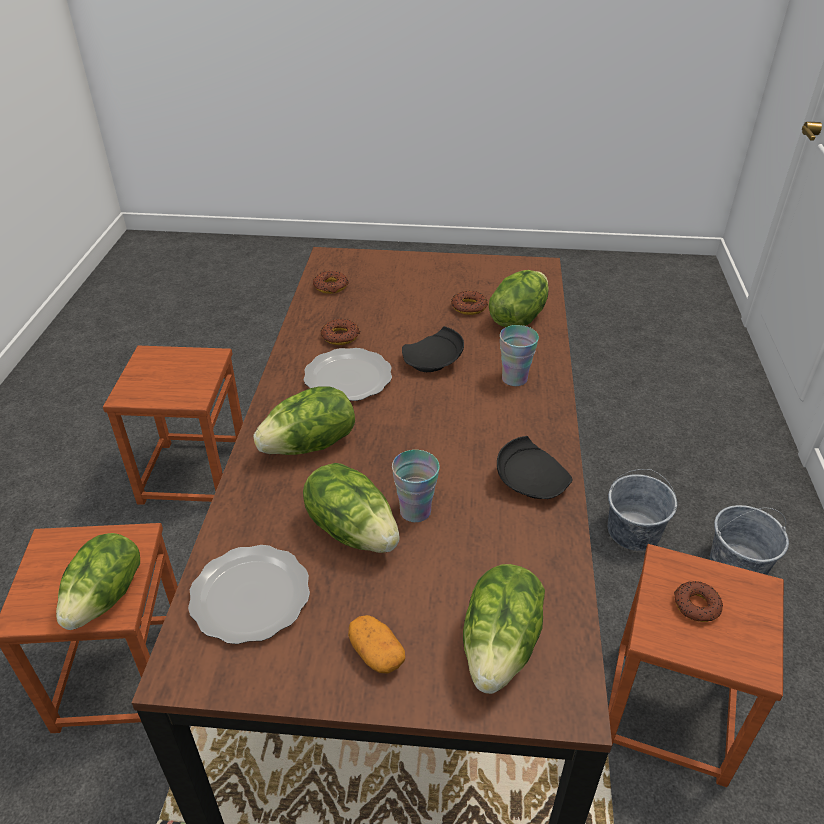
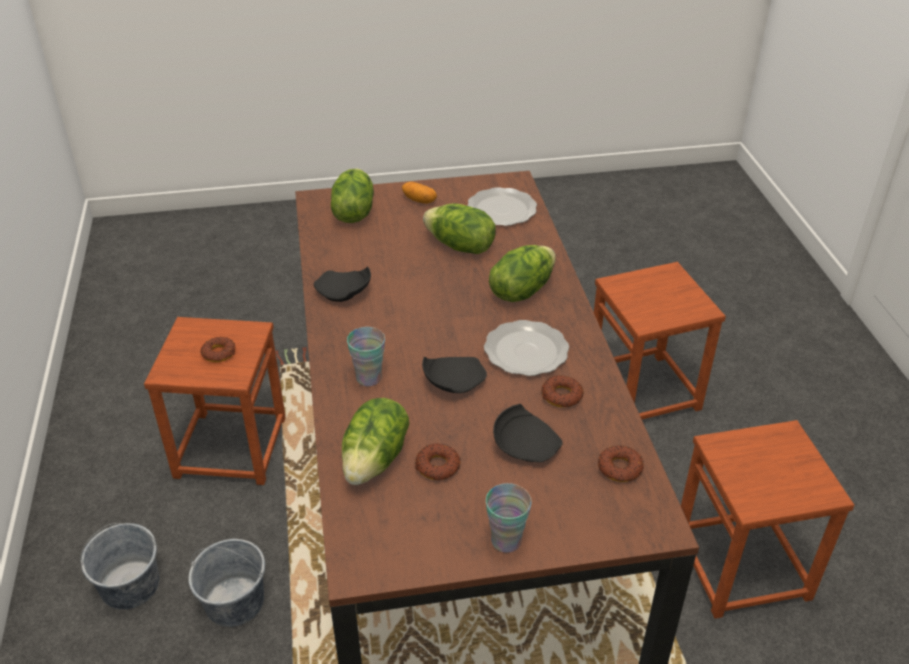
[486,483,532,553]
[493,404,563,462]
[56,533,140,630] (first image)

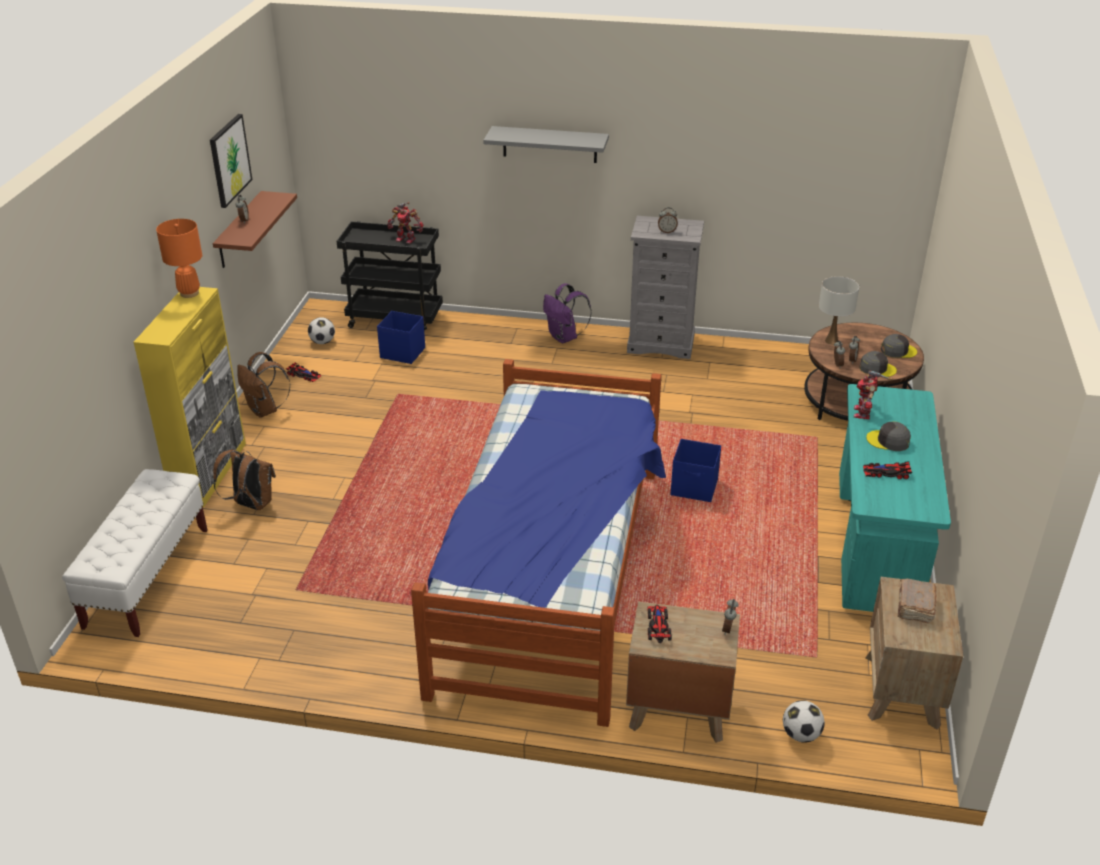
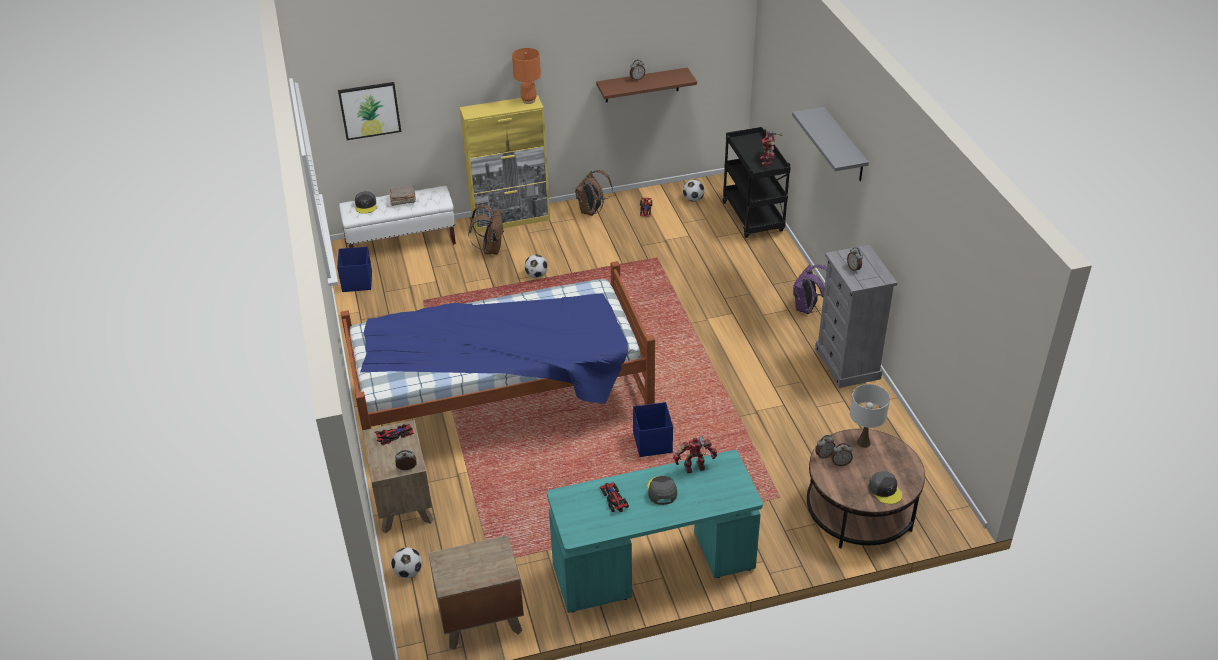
[337,246,372,292]
[338,82,401,140]
[355,191,377,214]
[389,186,416,206]
[524,254,548,278]

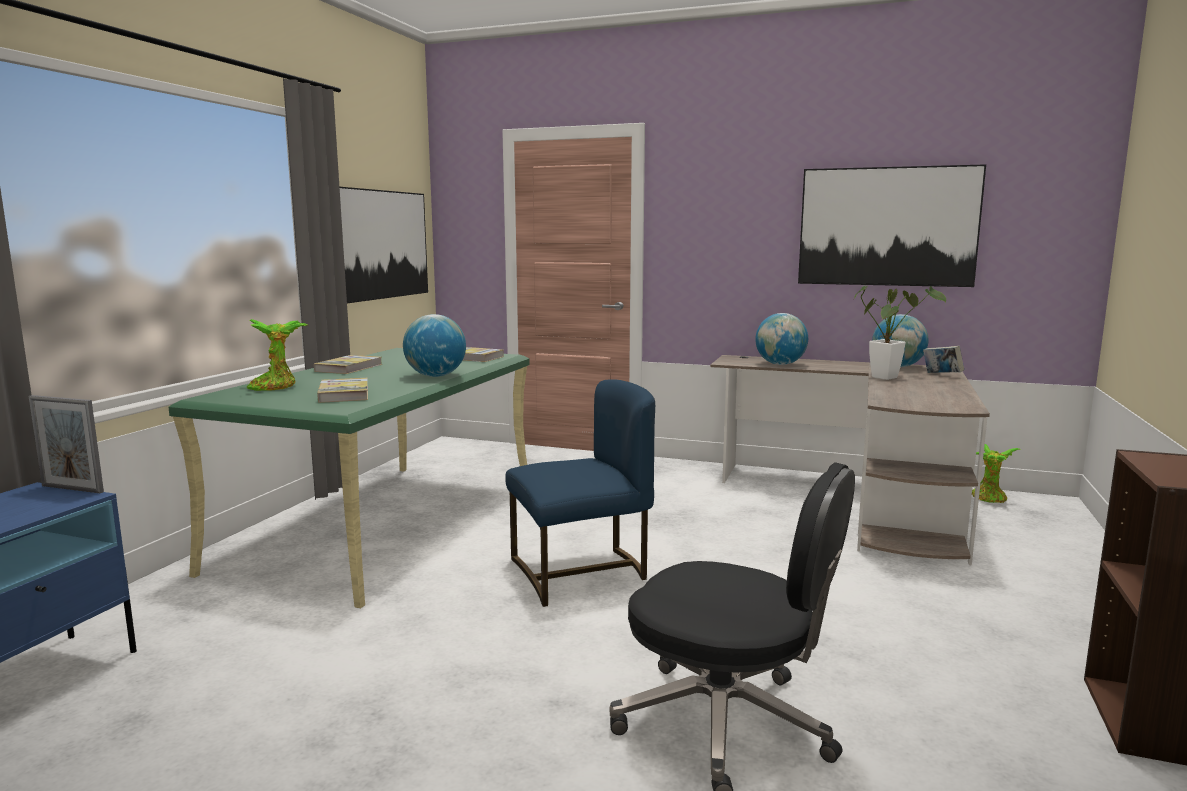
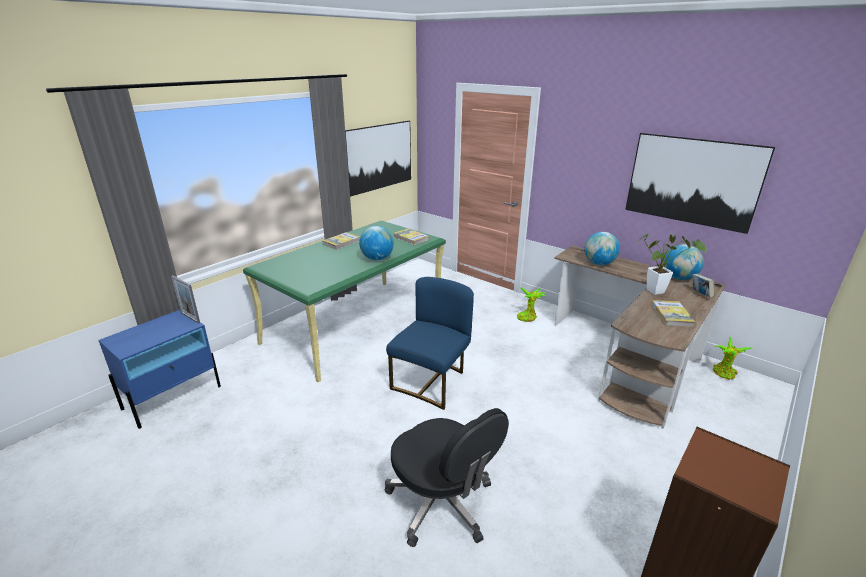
[386,277,474,410]
[517,287,545,322]
[651,300,695,327]

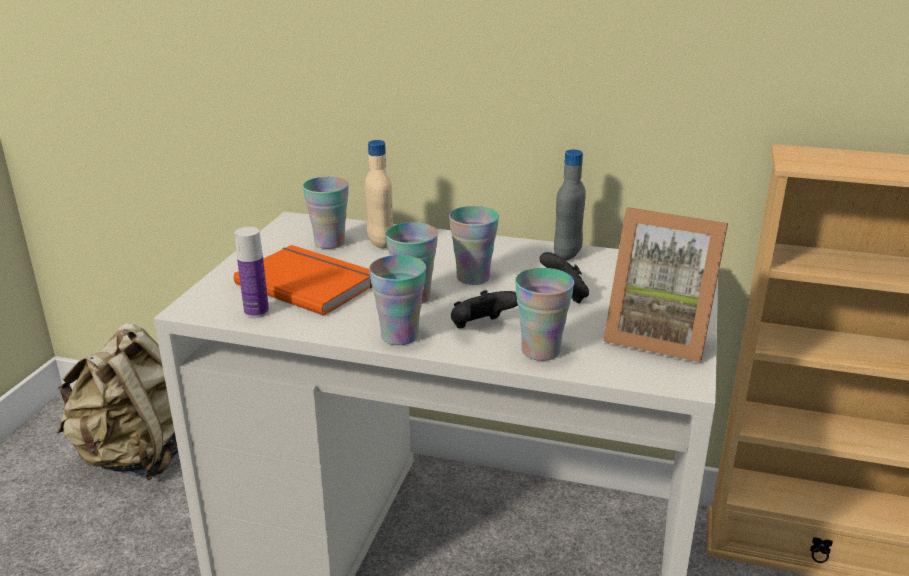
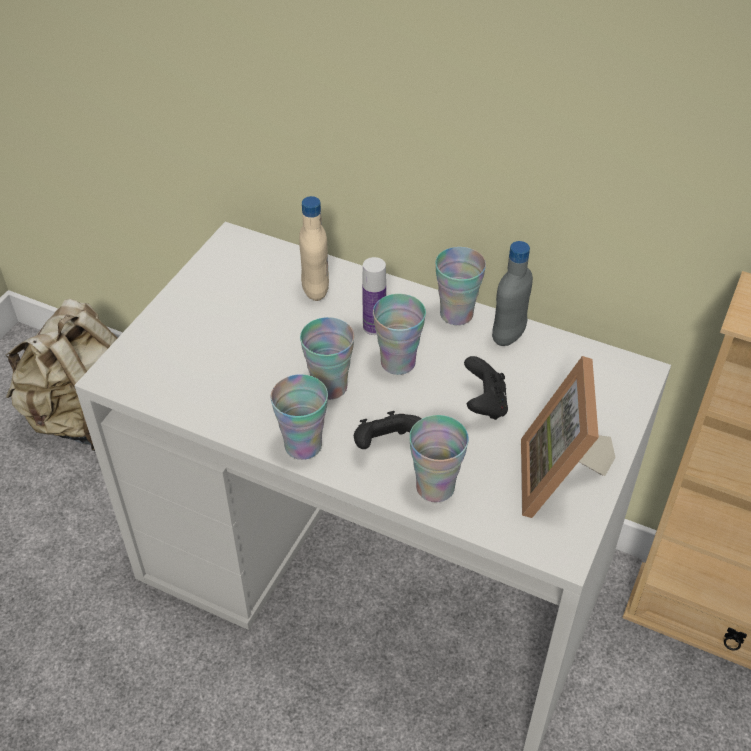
[362,257,386,335]
[435,247,486,325]
[521,356,616,518]
[233,245,372,316] (first image)

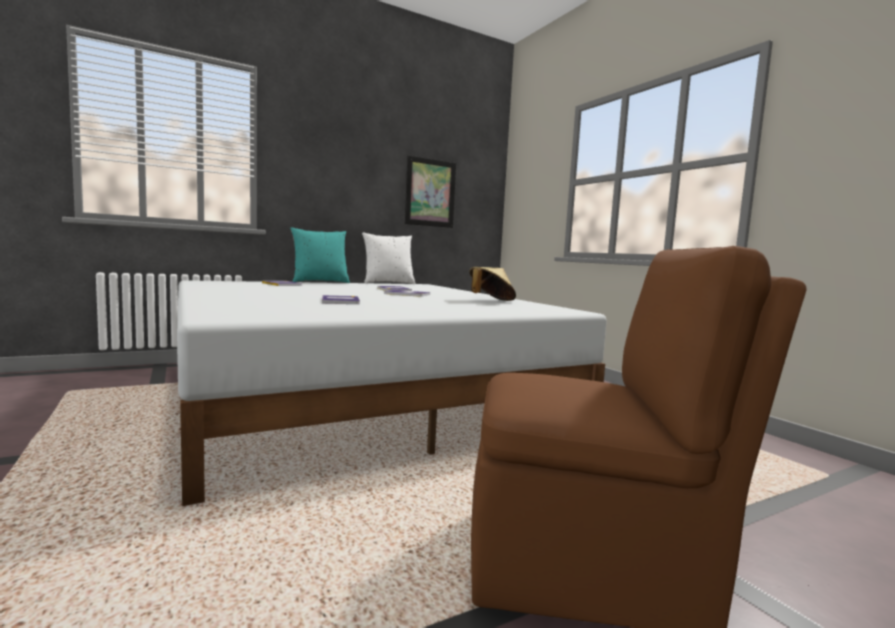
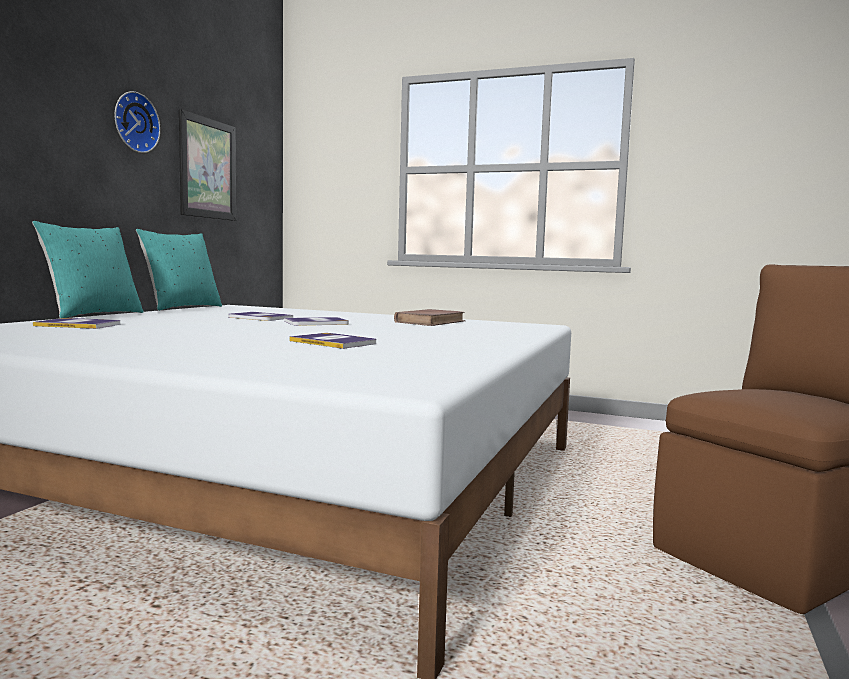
[115,91,160,153]
[136,229,222,311]
[394,309,466,326]

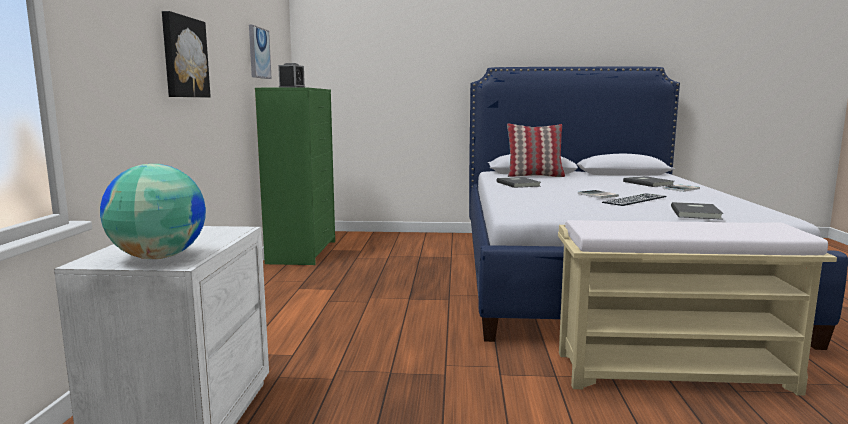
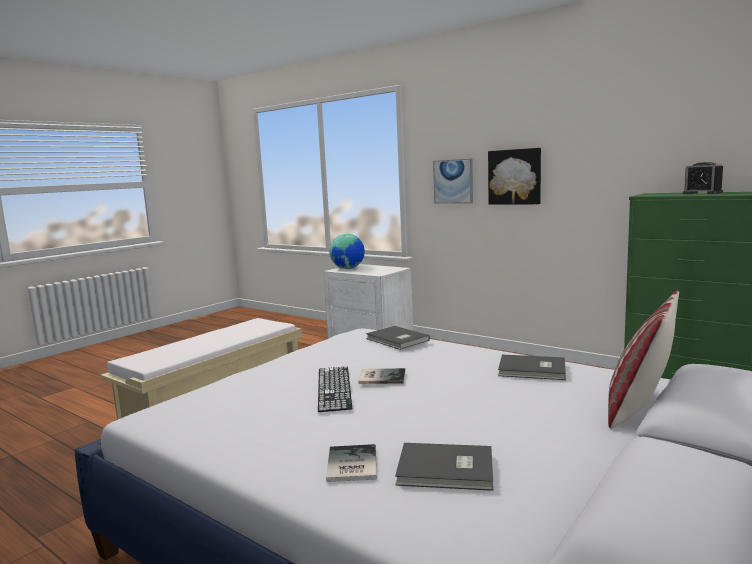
[366,326,430,350]
[433,159,473,204]

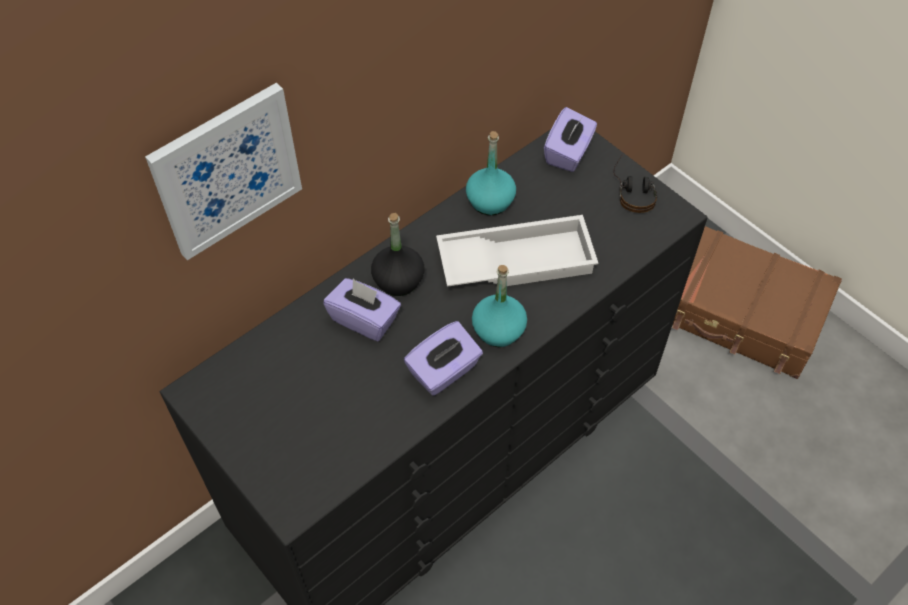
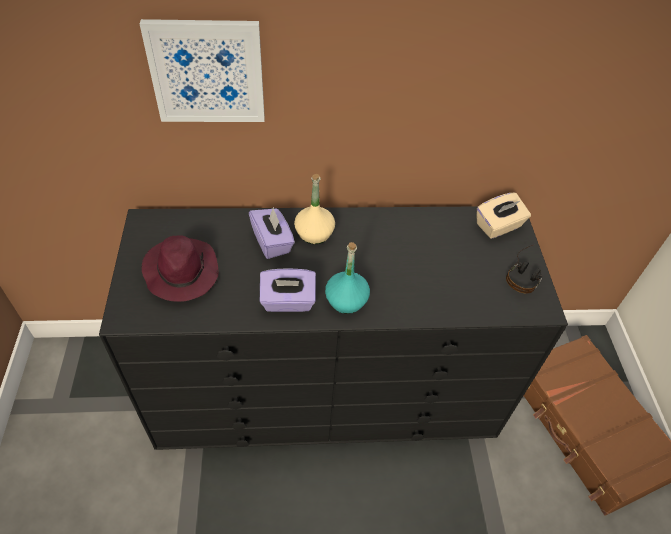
[142,236,219,302]
[294,174,335,244]
[477,193,531,239]
[436,215,598,287] (first image)
[466,131,516,215] (first image)

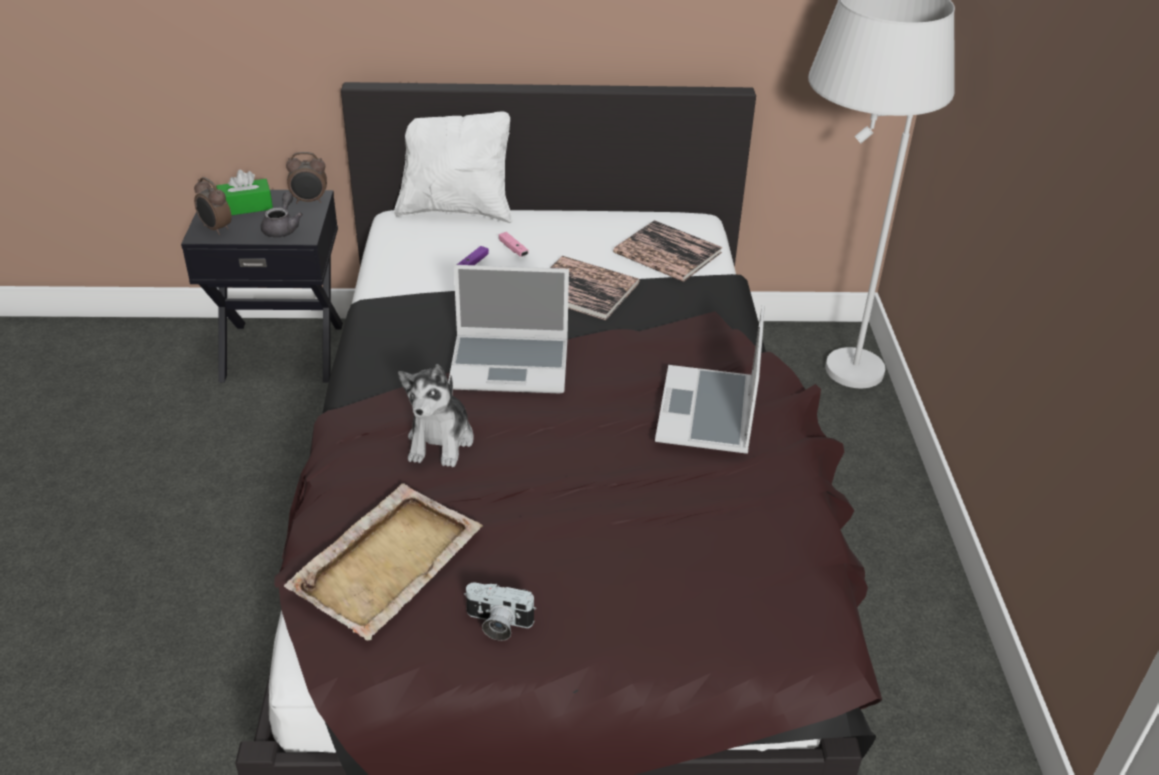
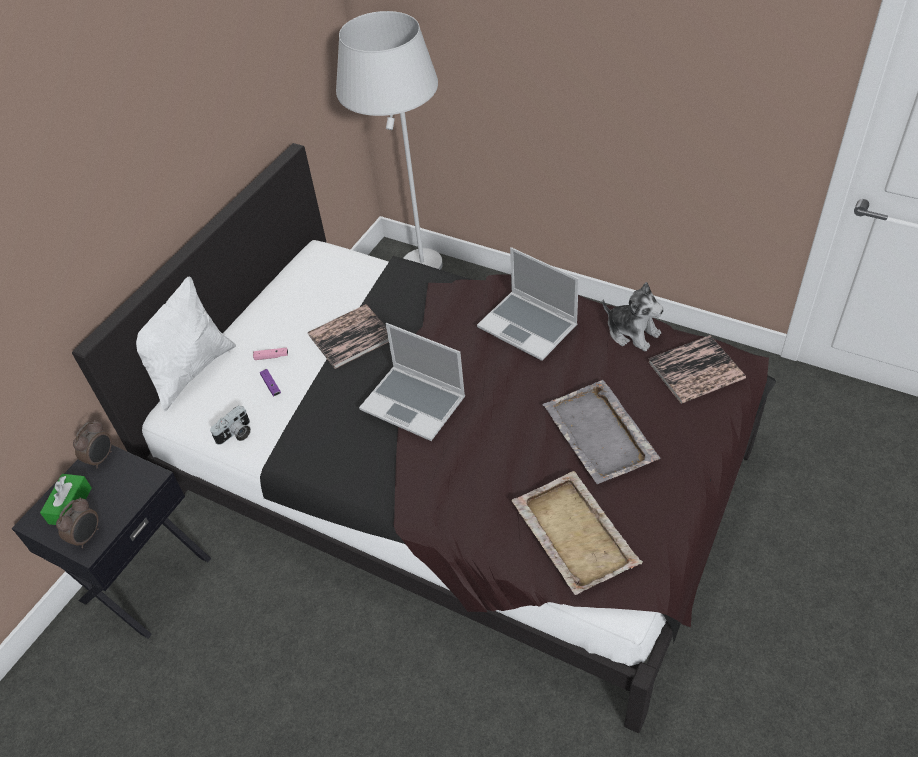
[56,497,99,548]
[210,405,251,445]
[359,323,465,441]
[543,380,660,484]
[603,282,664,351]
[648,335,746,404]
[261,192,303,238] (first image)

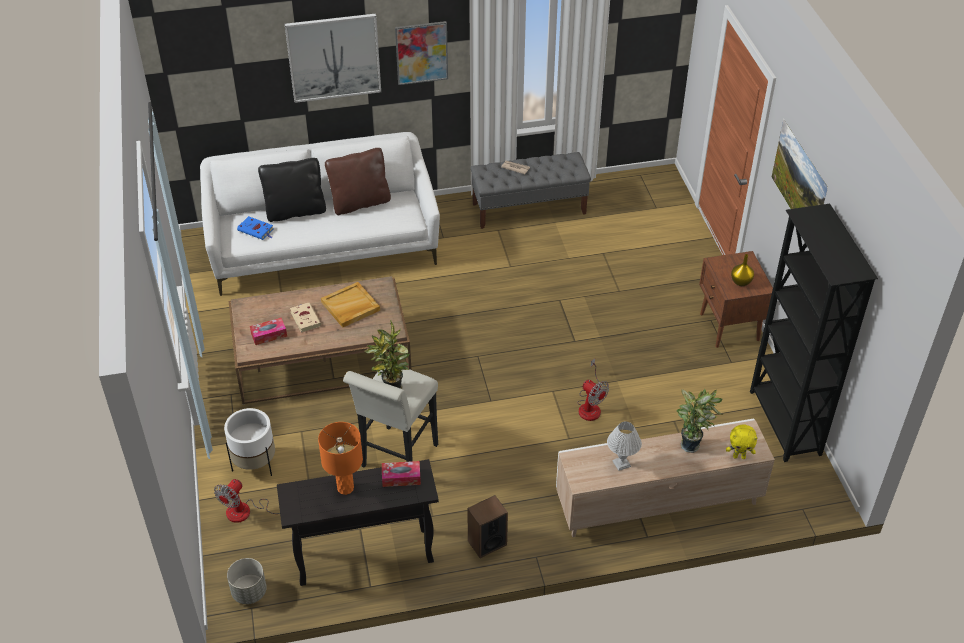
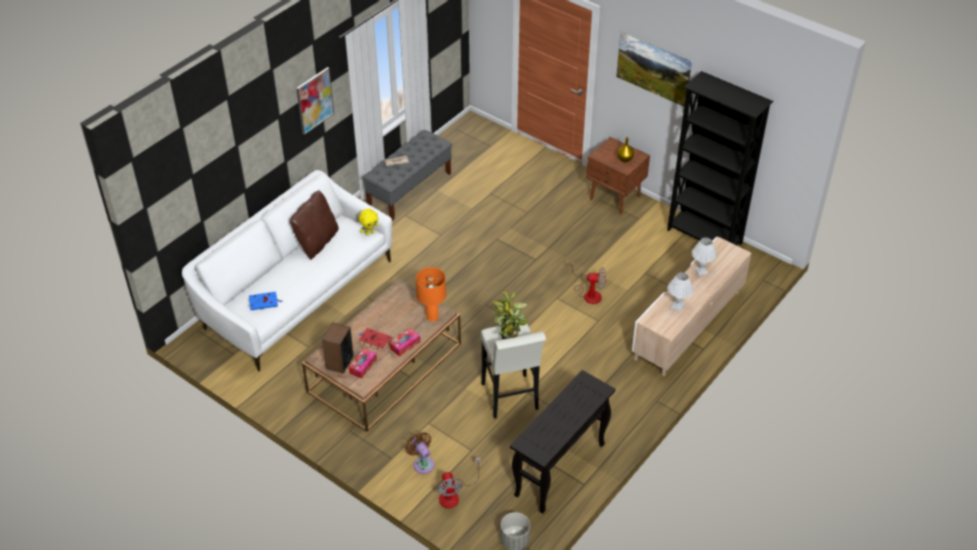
[322,322,354,374]
[358,209,379,236]
[359,328,392,351]
[389,328,420,357]
[406,432,434,474]
[416,267,446,321]
[692,238,717,275]
[258,158,326,222] (first image)
[285,14,381,103] (first image)
[321,282,380,328] (first image)

